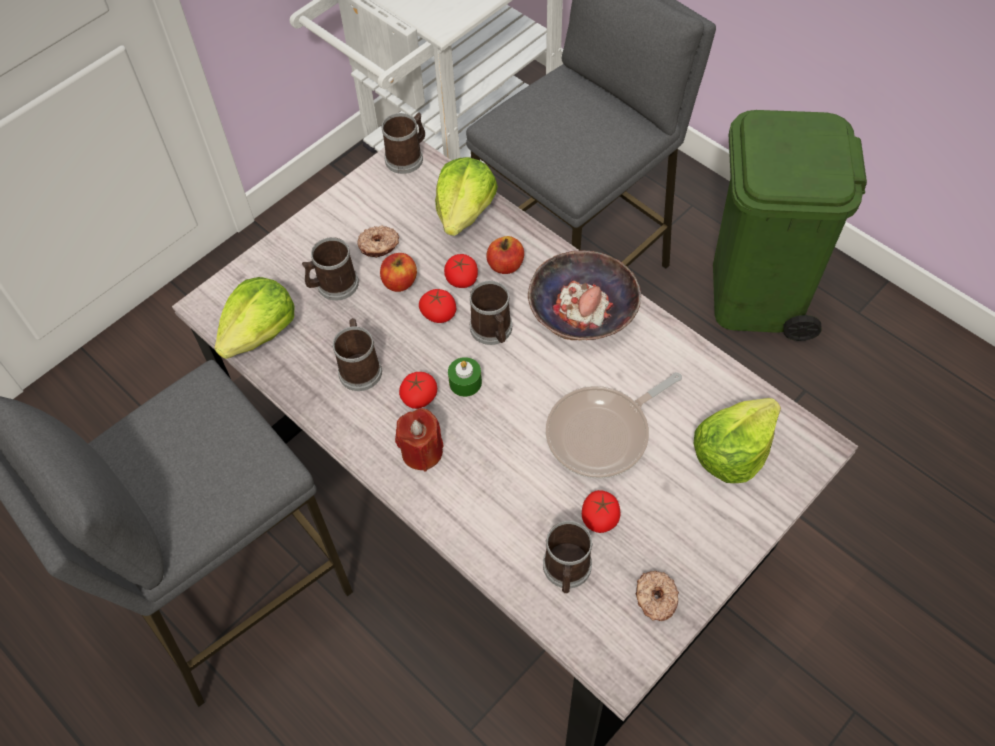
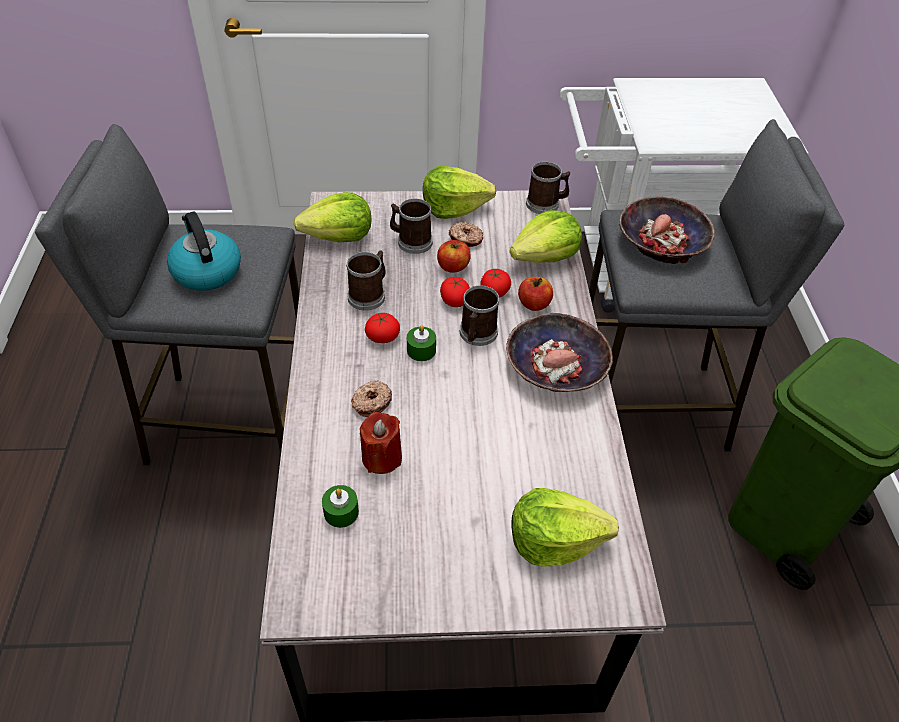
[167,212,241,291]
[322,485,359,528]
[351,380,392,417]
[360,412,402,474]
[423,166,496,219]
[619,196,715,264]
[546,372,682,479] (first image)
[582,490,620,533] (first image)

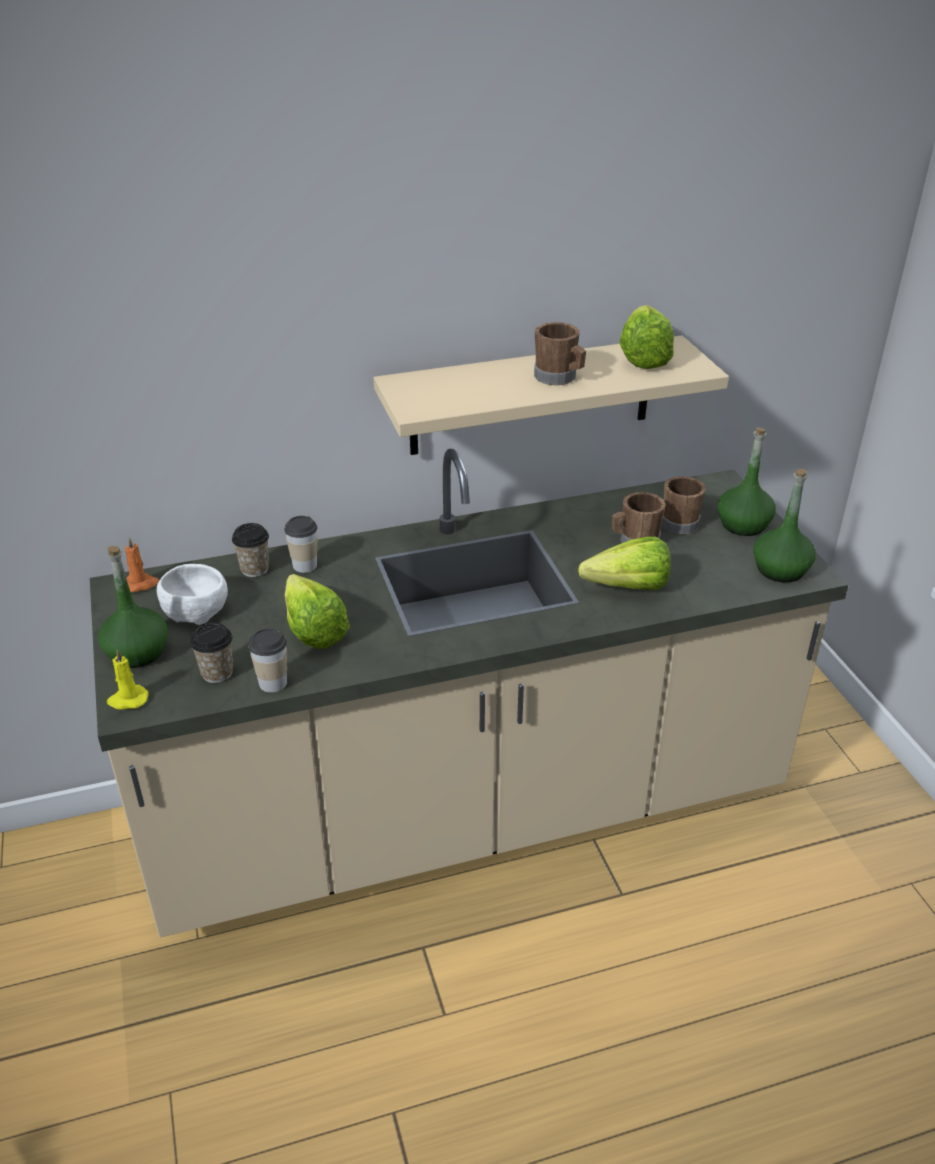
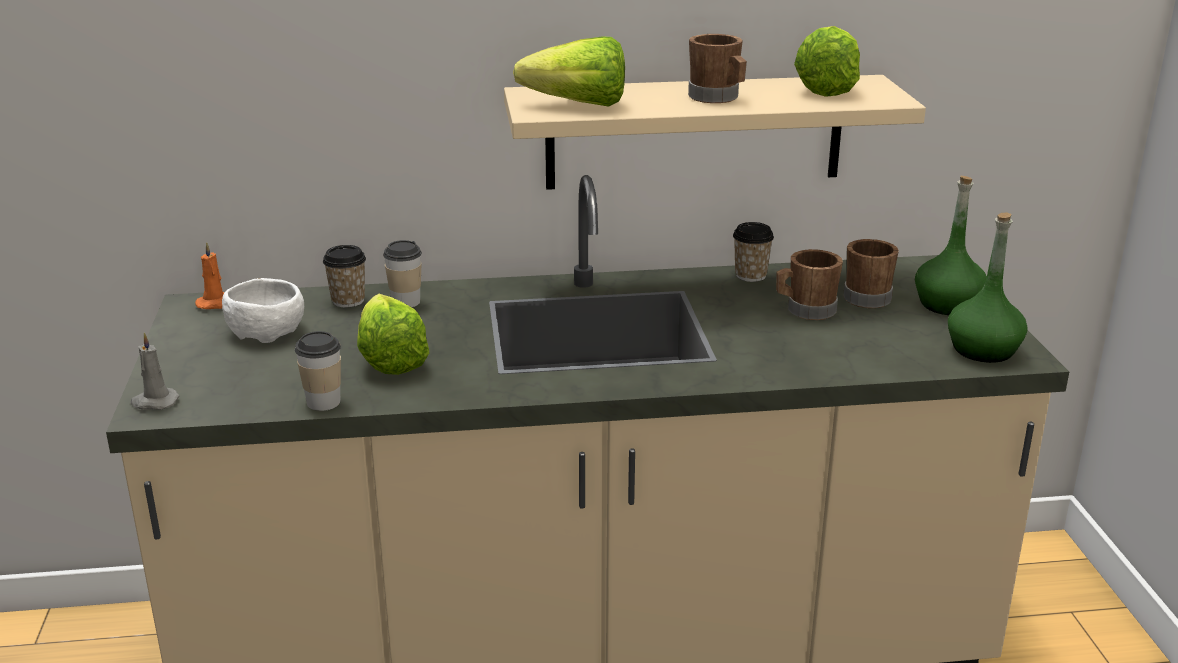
[131,333,180,410]
[513,36,625,107]
[733,222,774,282]
[98,546,168,668] (first image)

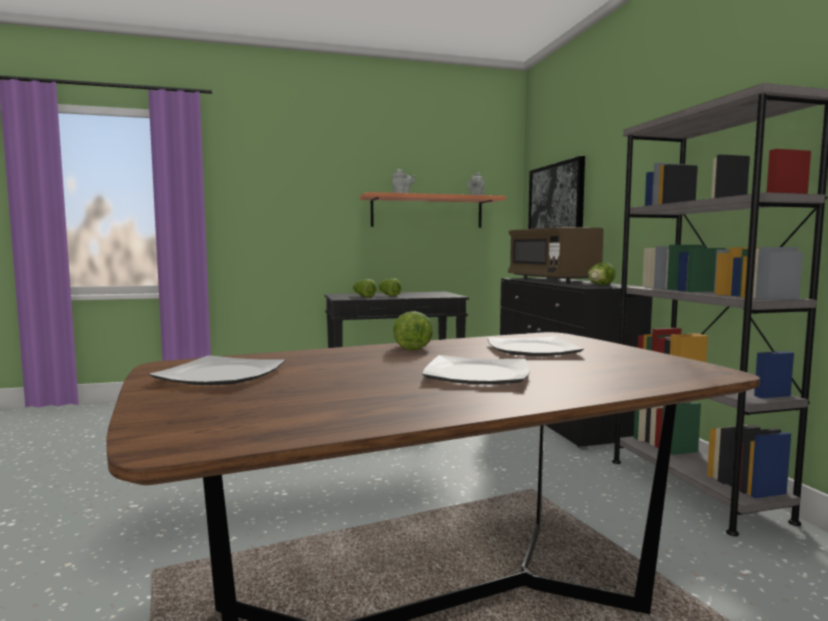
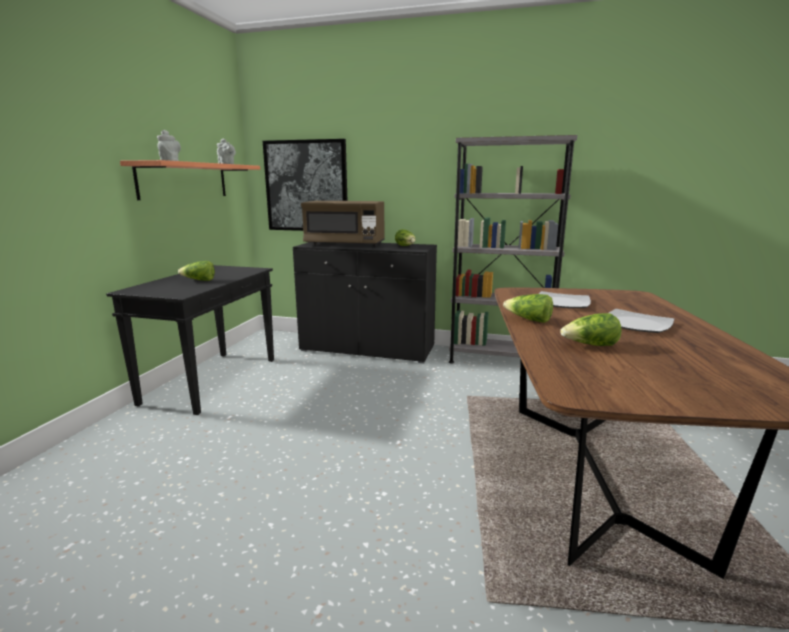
[560,313,622,346]
[149,355,285,385] (first image)

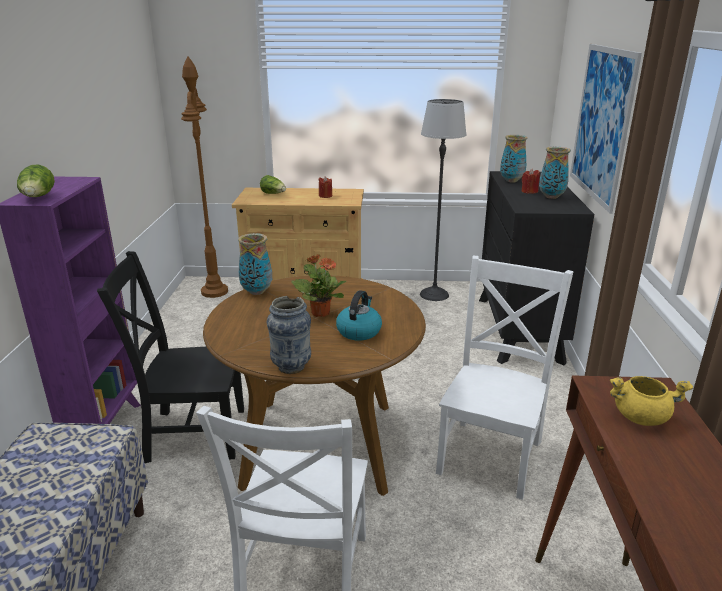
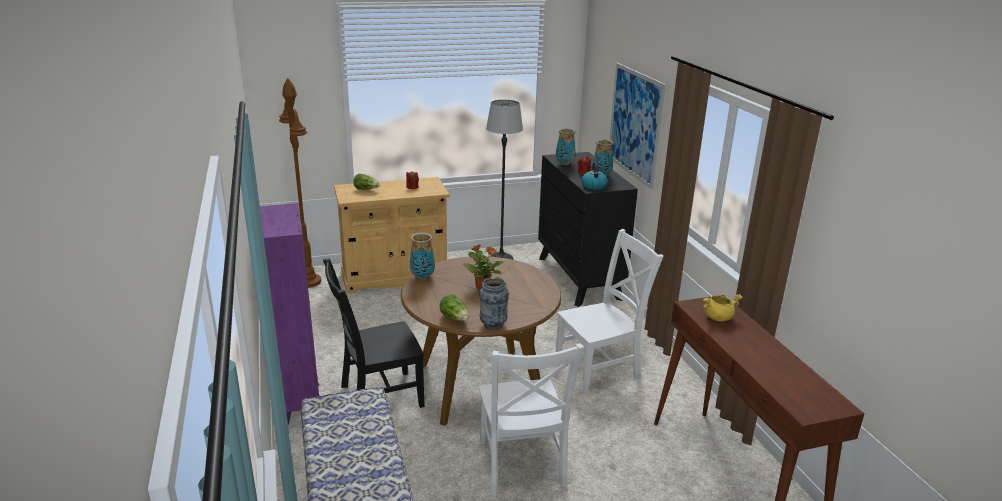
[440,294,468,321]
[556,229,664,394]
[581,162,608,190]

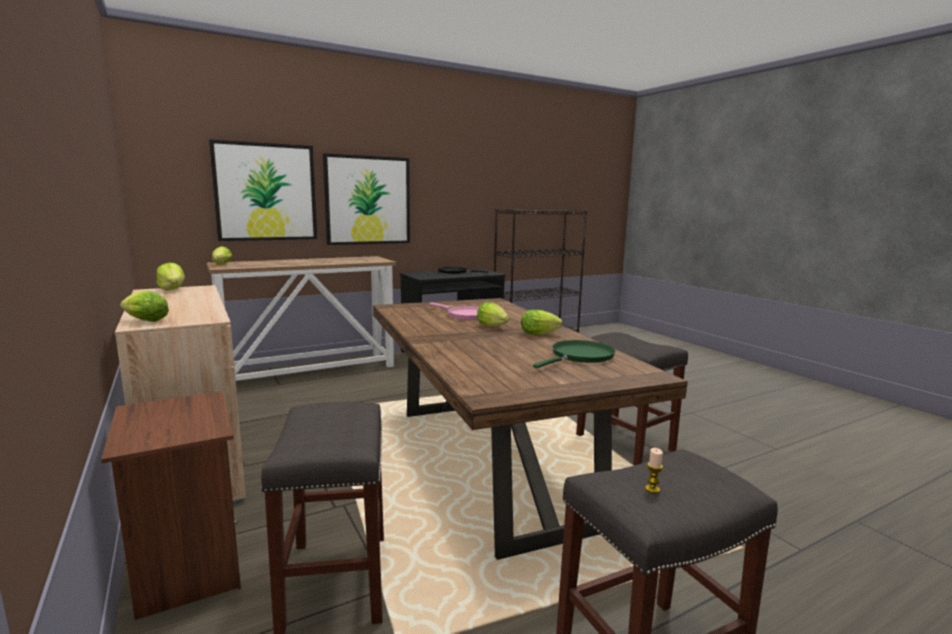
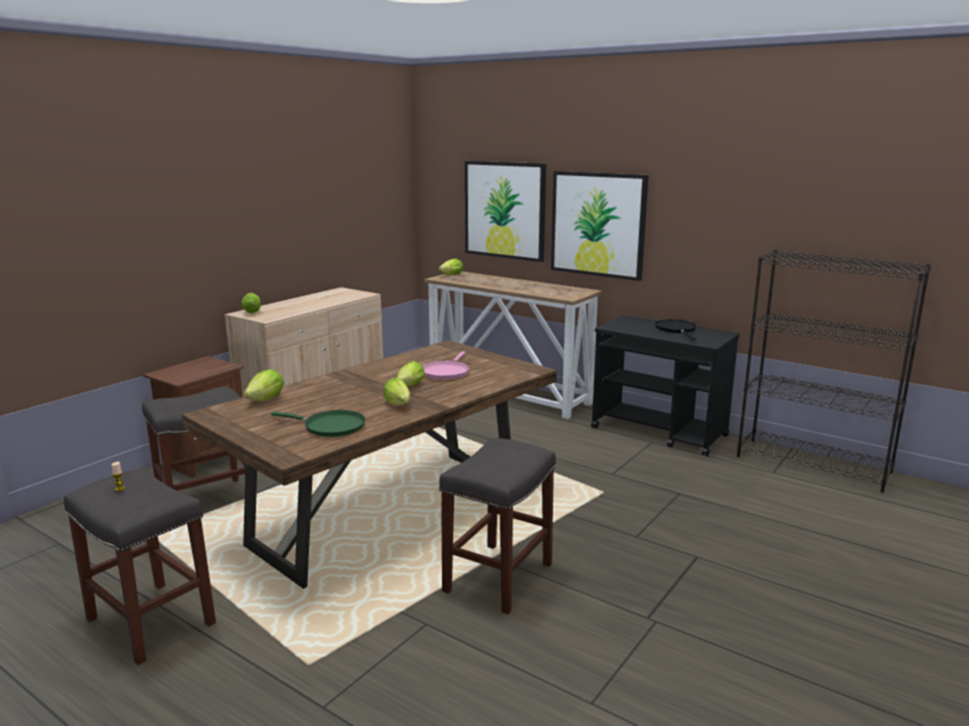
[244,369,284,401]

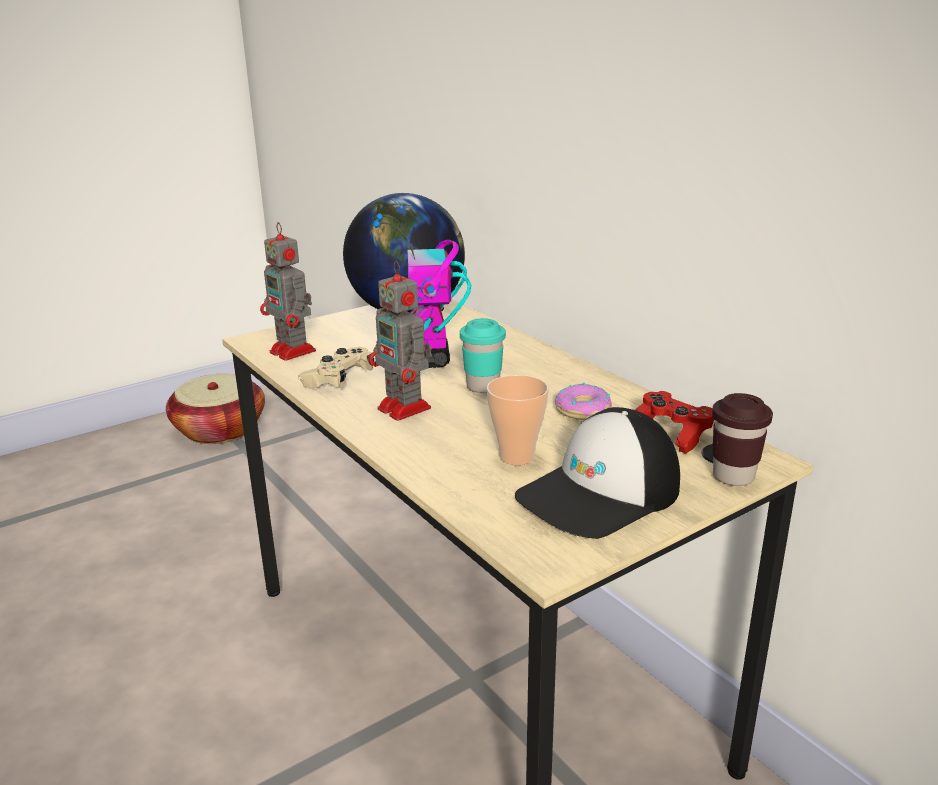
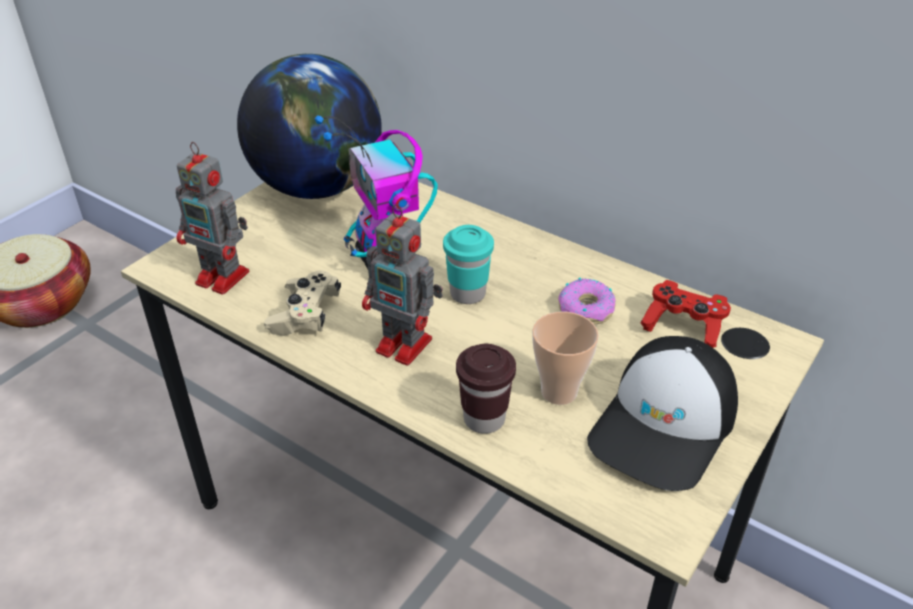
[456,344,516,434]

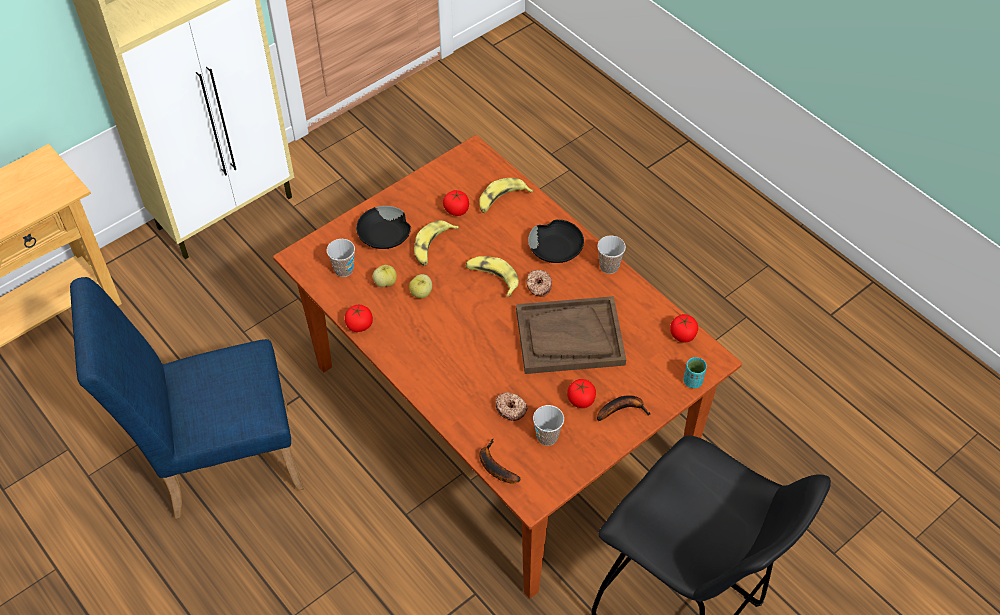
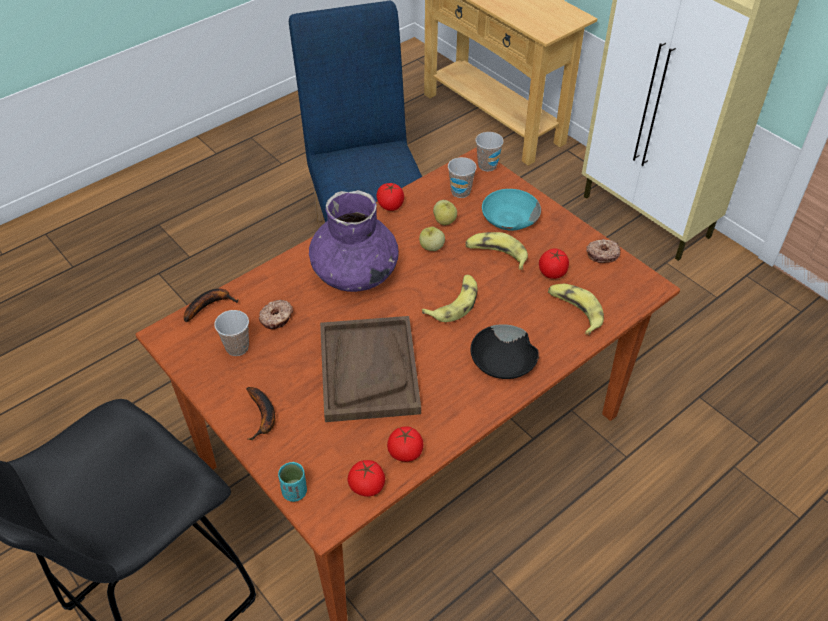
[309,190,399,292]
[387,426,423,462]
[476,132,504,171]
[482,189,541,231]
[586,239,621,263]

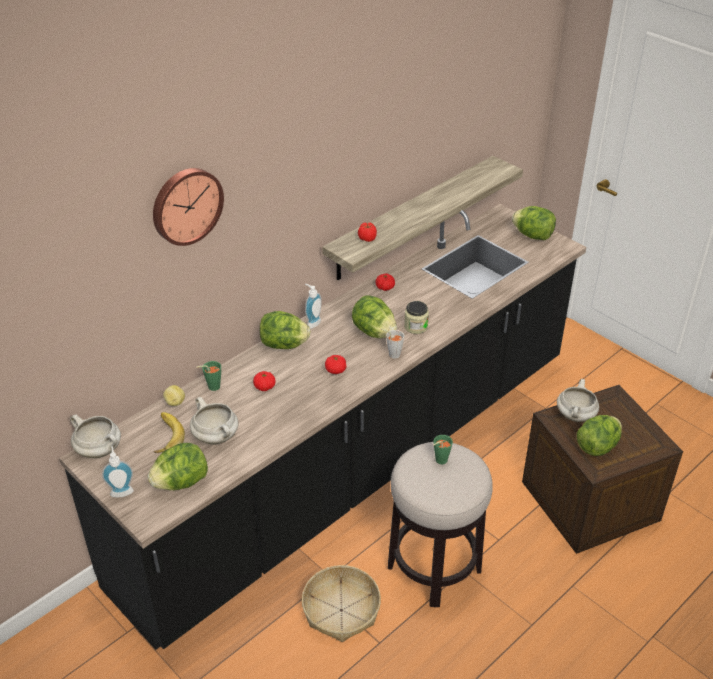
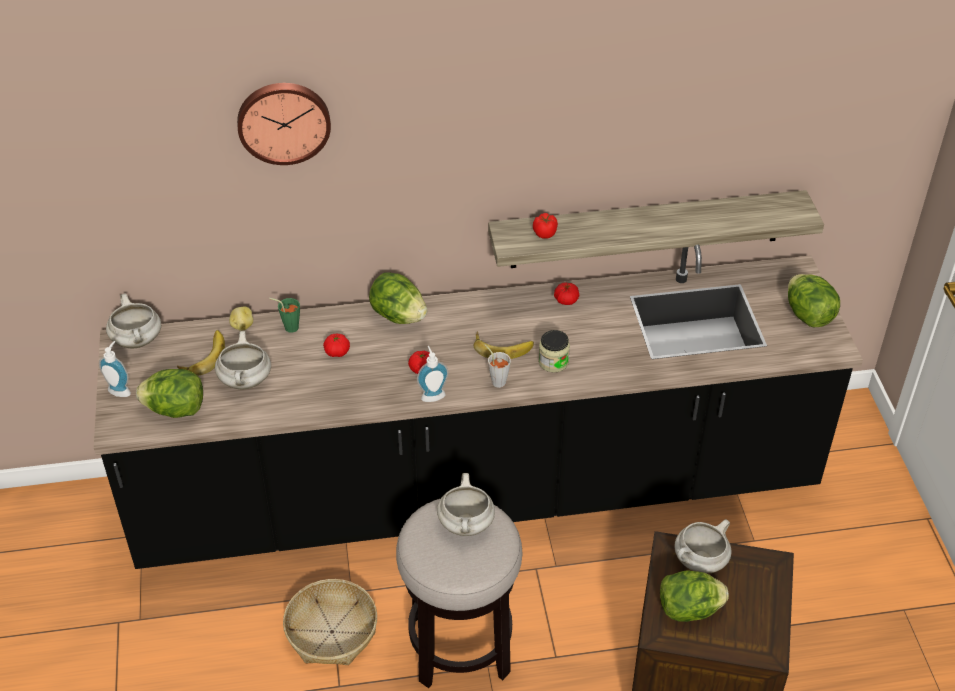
[417,346,449,402]
[437,473,495,536]
[474,331,534,359]

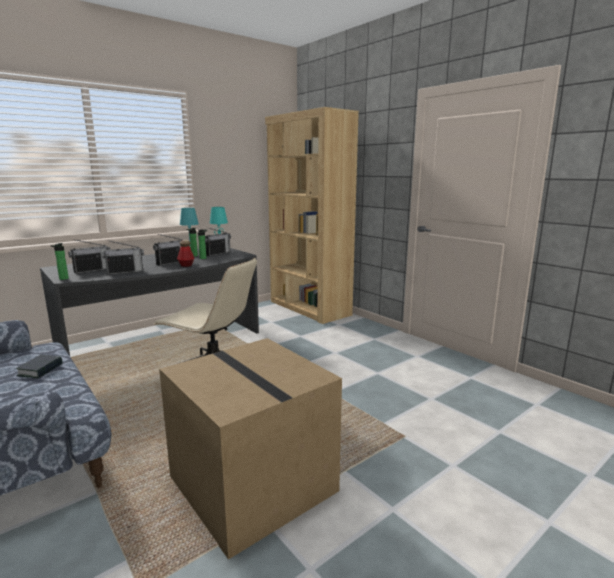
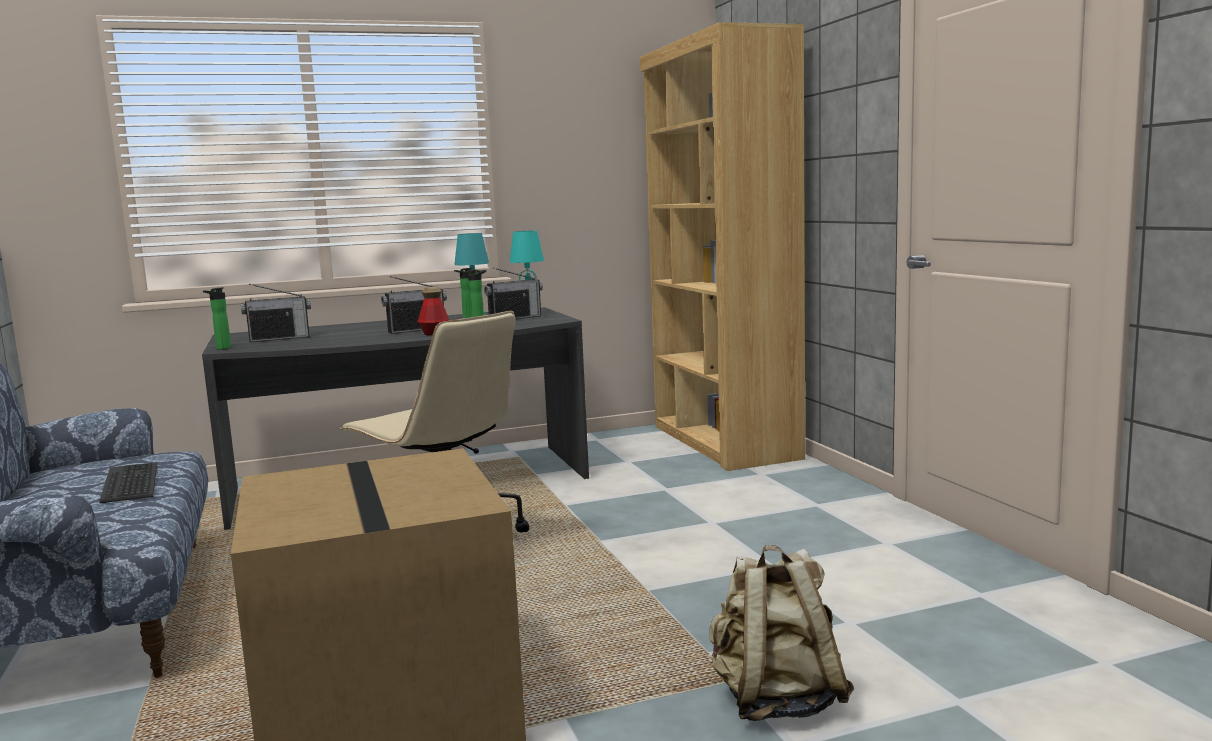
[99,462,157,503]
[709,545,854,721]
[102,240,144,275] (first image)

